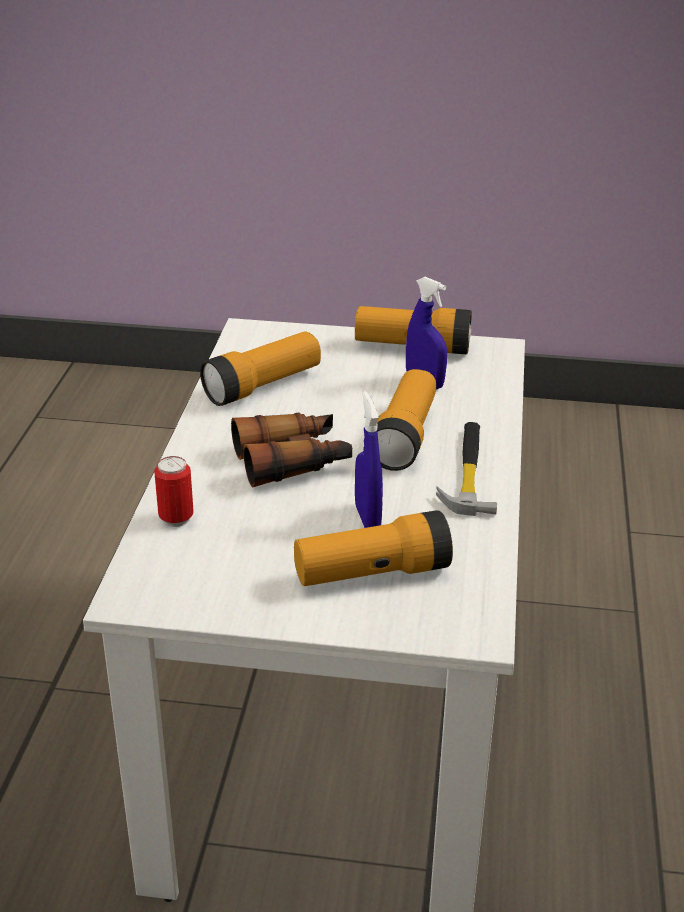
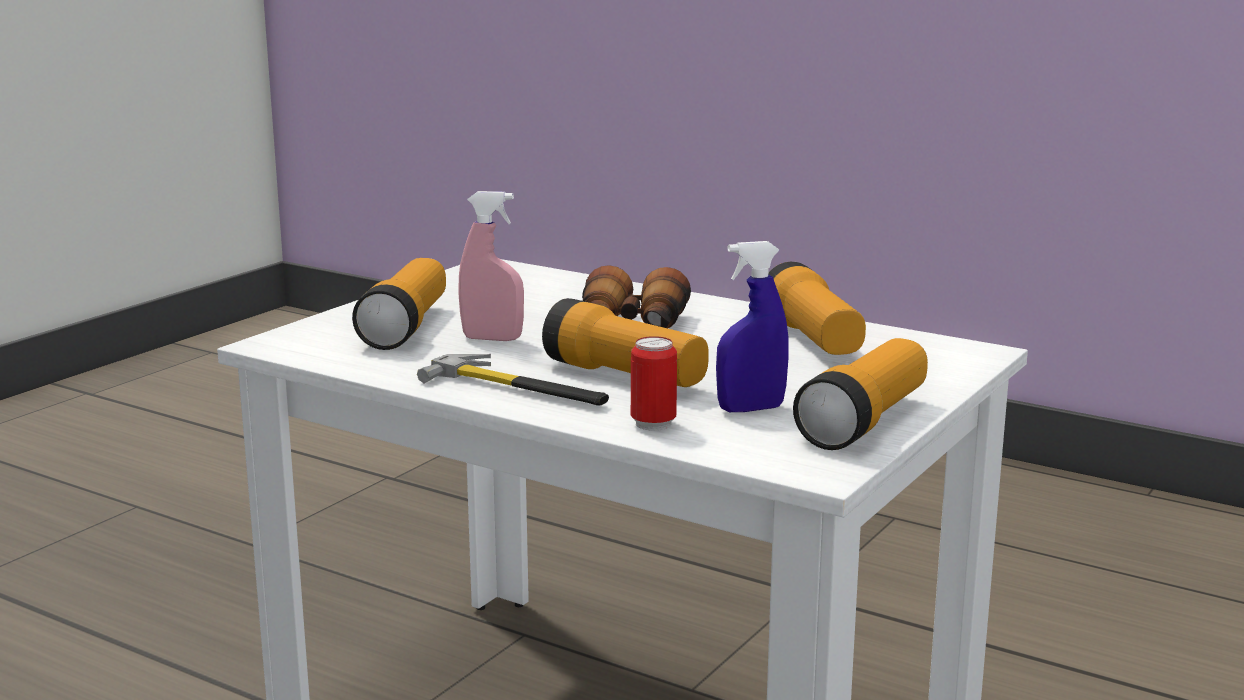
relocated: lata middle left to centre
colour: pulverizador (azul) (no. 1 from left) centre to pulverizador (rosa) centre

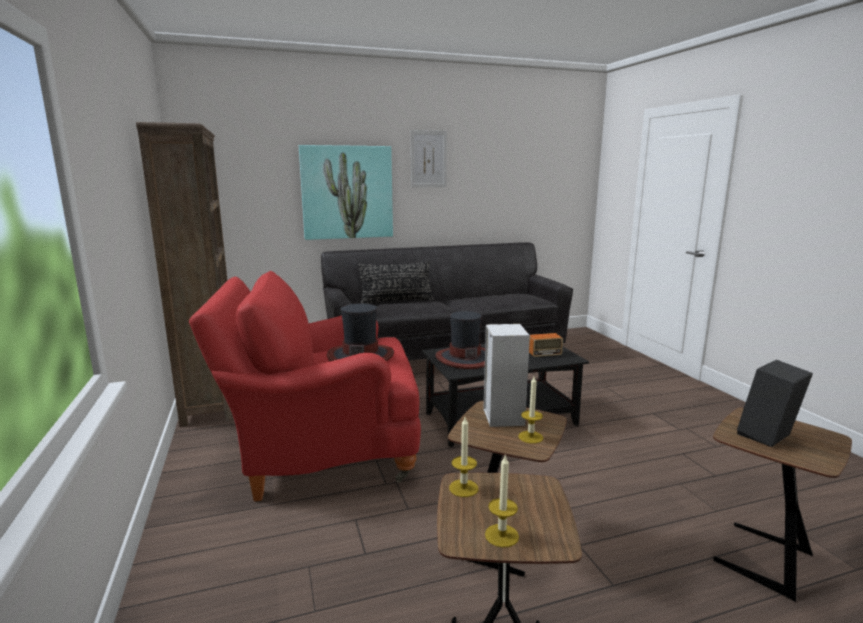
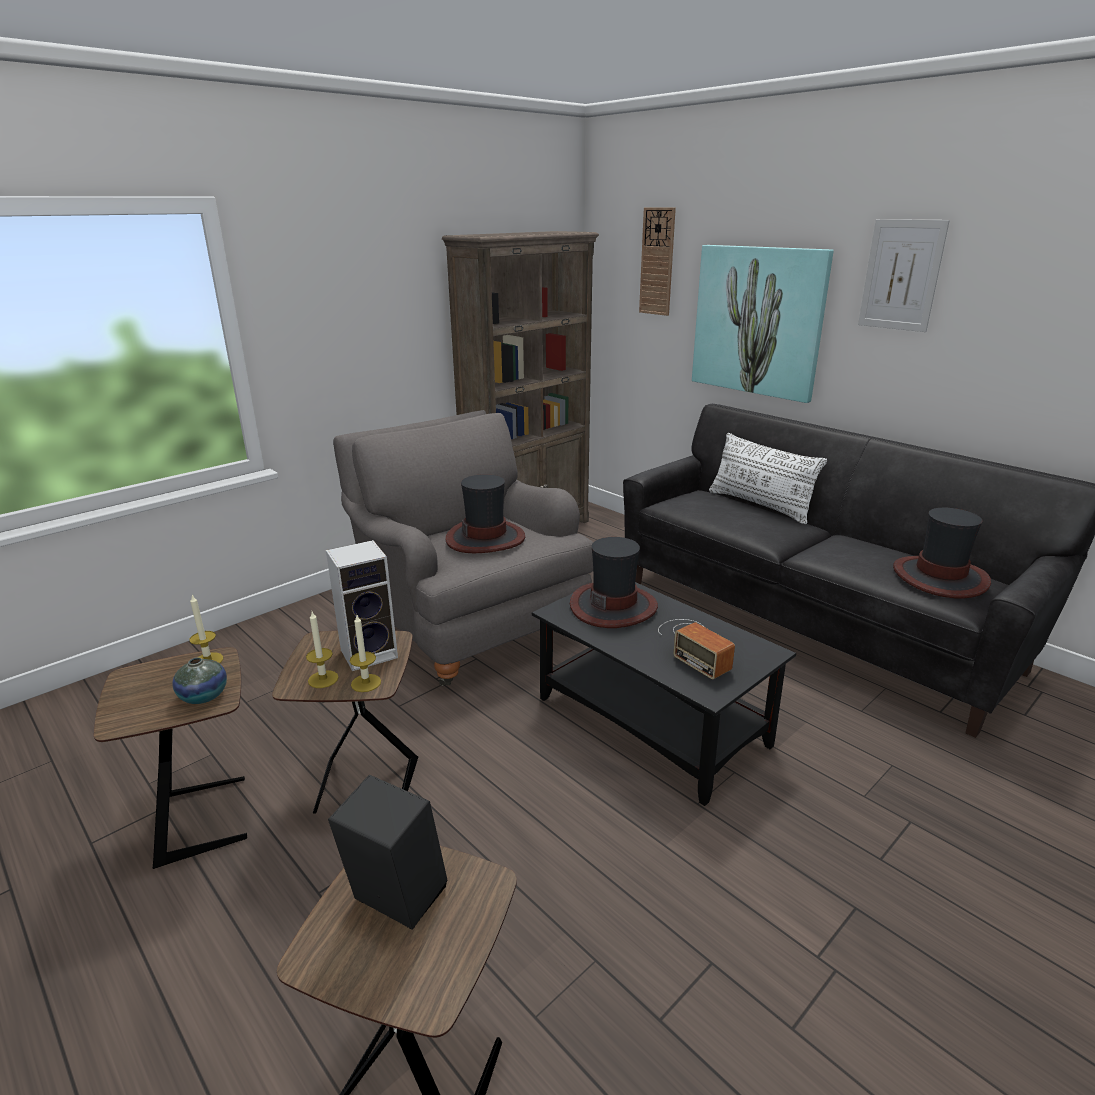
appeared: florero middle left; reloj de pared top centre; sombrero (no. 3 from left) middle right
relocated: vela (no. 2 from left in the first image) bottom centre to vela (no. 3 from left) centre
colour: sillón (rojo) centre to sillón (gris) centre; cojín (negro) centre to cojín (blanco) middle right

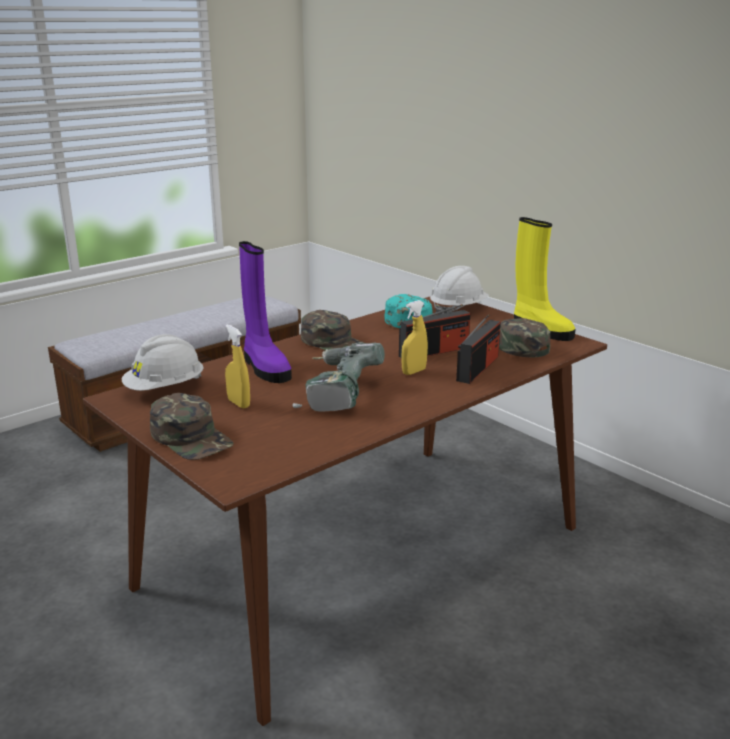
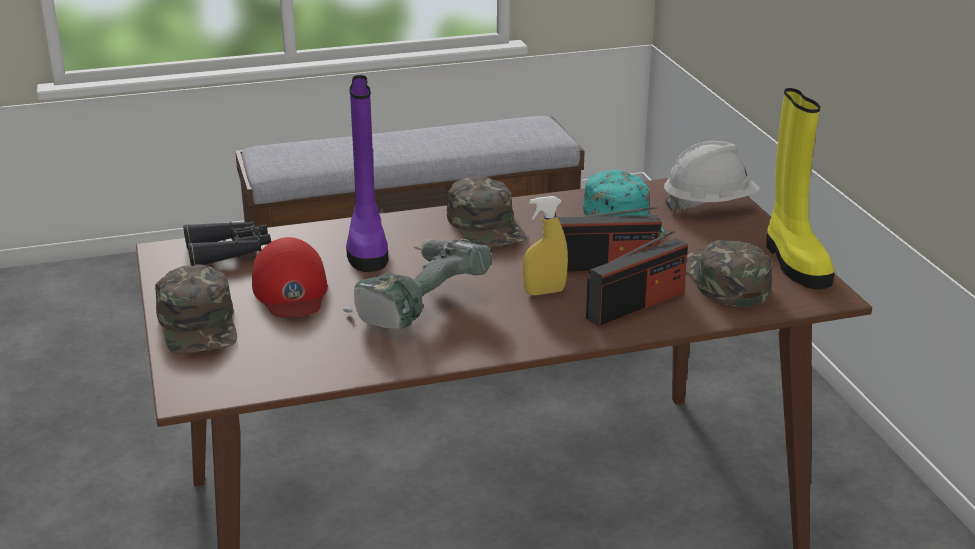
exchanged: casco (blanco) (no. 1 from left) middle left to prismáticos (negro) middle left; pulverizador (amarillo) (no. 1 from left) middle left to gorra (rojo) middle left

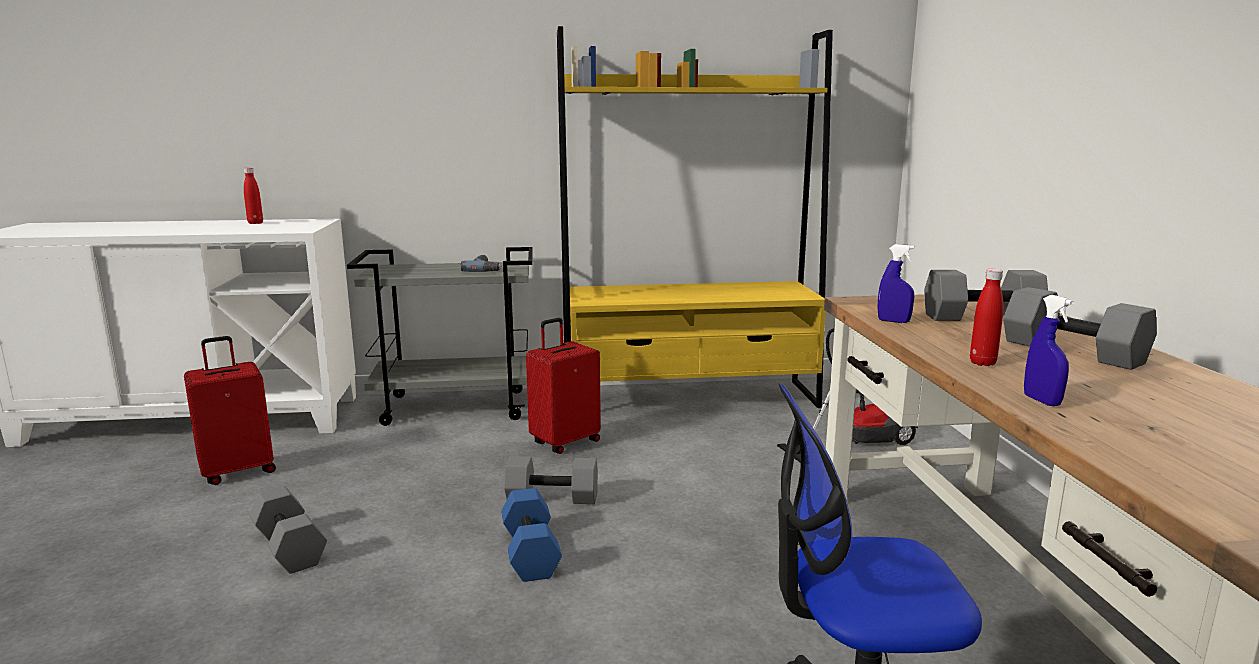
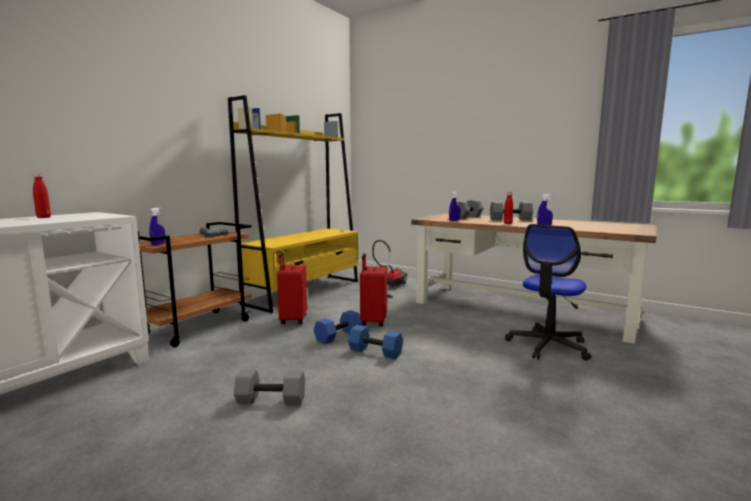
appeared: pulverizador (azul) (no. 1 from left) middle left
relocated: maleta (rojo) (no. 1 from left in the first image) middle left to maleta (rojo) (no. 2 from left) centre
colour: carrito (gris) centre to carrito (marrón) middle left; mancuerna (gris) (no. 2 from left) bottom centre to mancuerna (azul) (no. 1 from left) centre

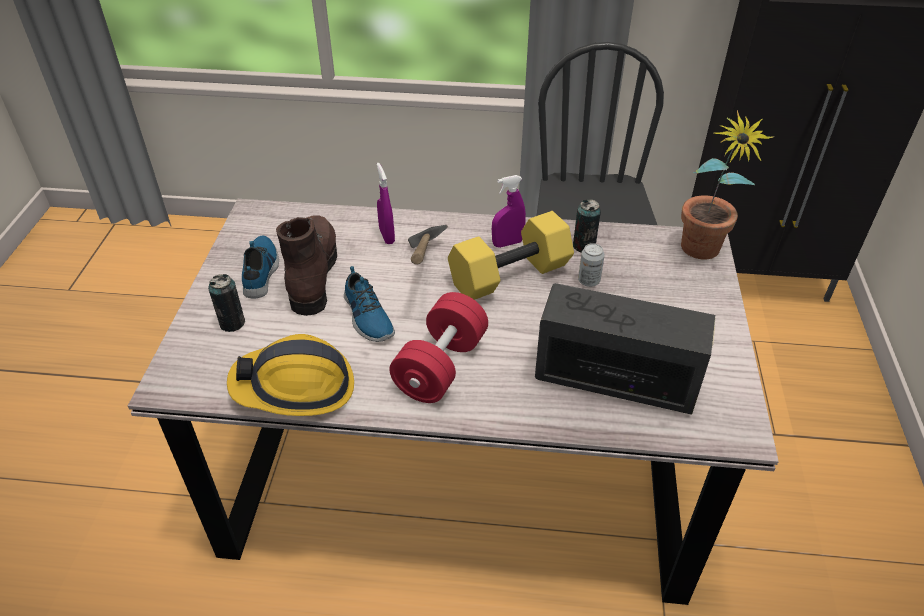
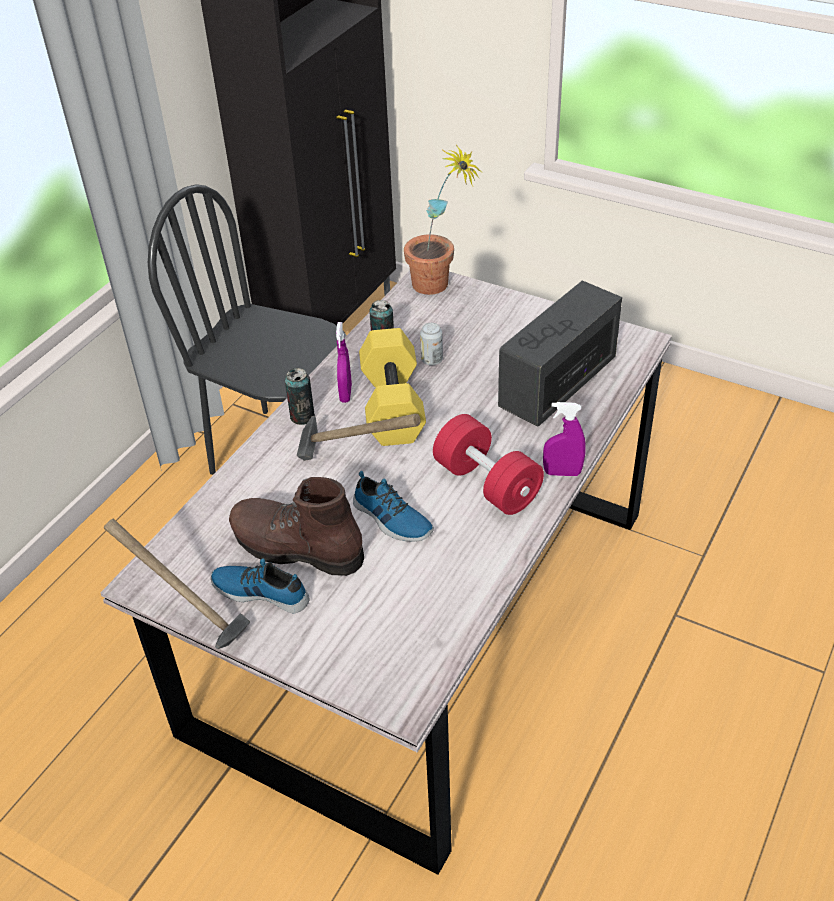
missing: casco middle left
appeared: martillo (no. 1 from left) middle left
relocated: lata (no. 1 from left) middle left to centre; pulverizador (morado) (no. 1 from left in the first image) top centre to pulverizador (morado) (no. 2 from left) middle right
spun: zapato (no. 2 from left) centre = centre 45 degrees clockwise

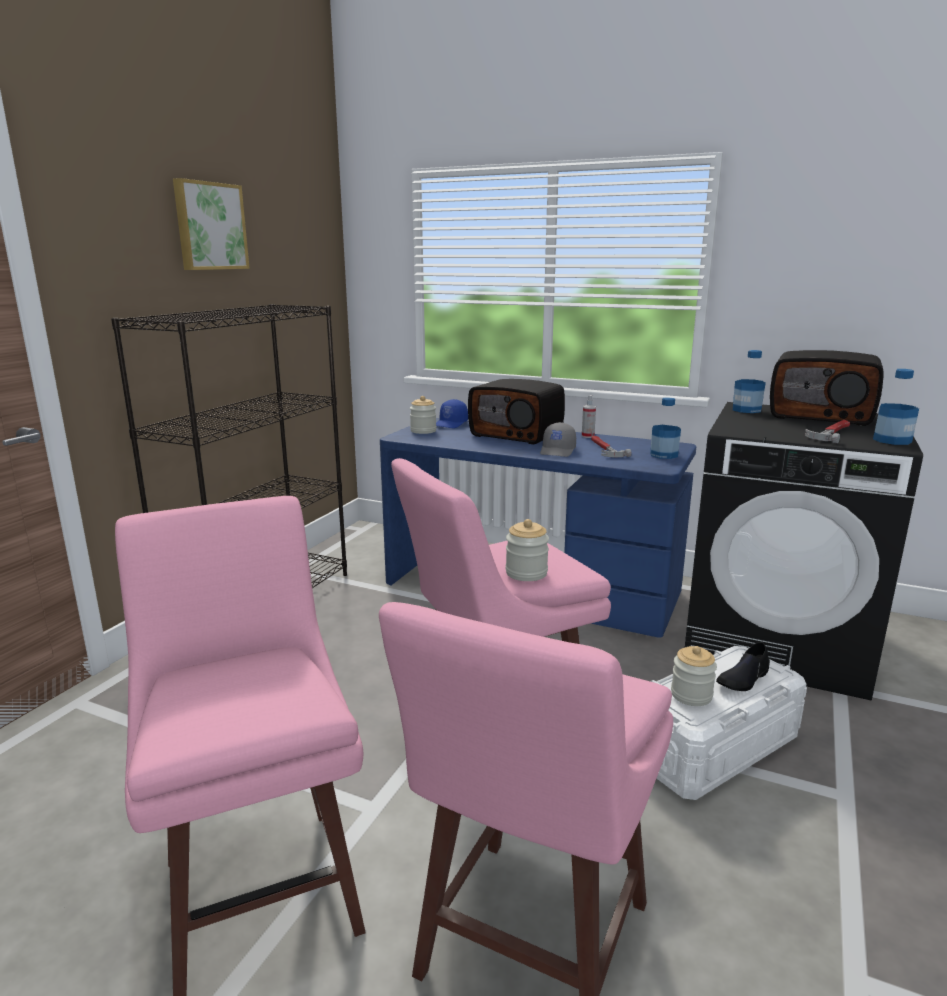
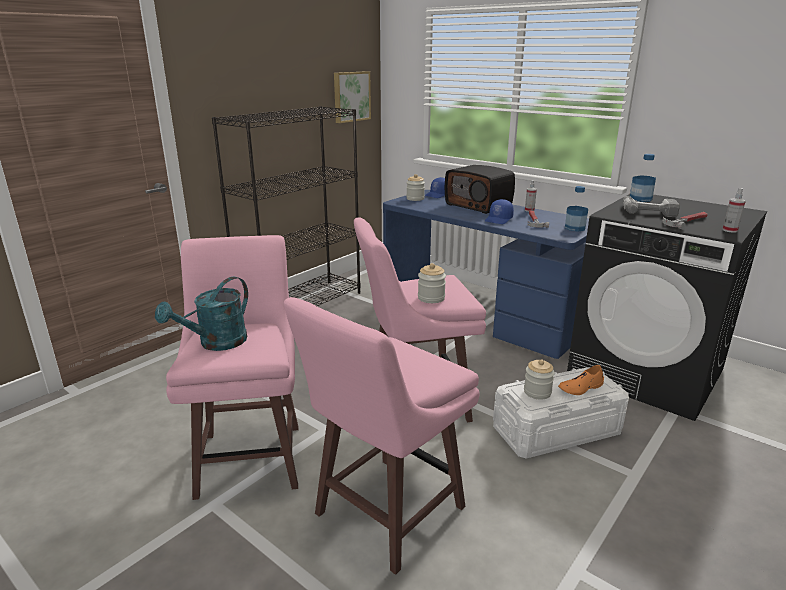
missing: radio (no. 2 from left) middle right
appeared: regadera (turquesa) middle left; taladro middle right
relocated: cuadro top left to top centre
exchanged: botella (no. 3 from left) middle right to pulverizador (no. 2 from left) middle right
colour: gorra (gris) centre to gorra (azul) (no. 2 from left) centre; zapato (negro) bottom right to zapato (naranja) middle right

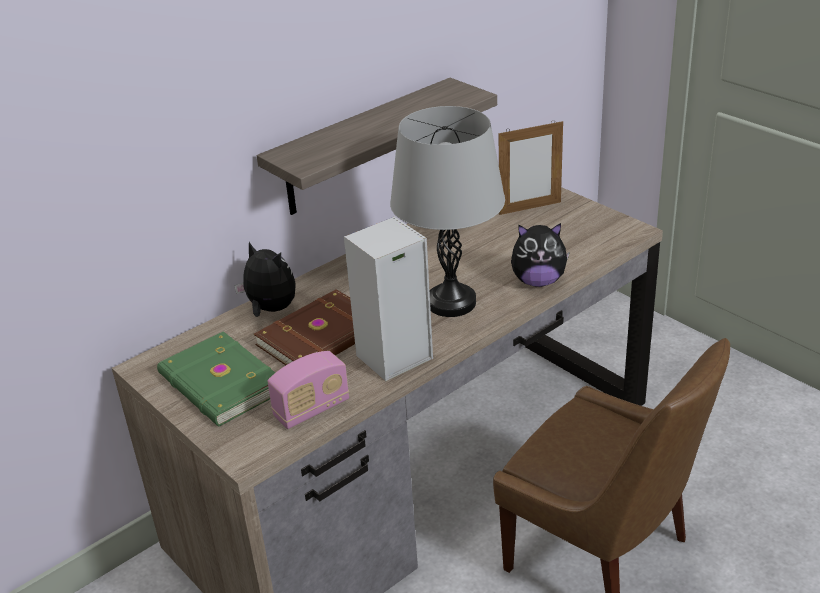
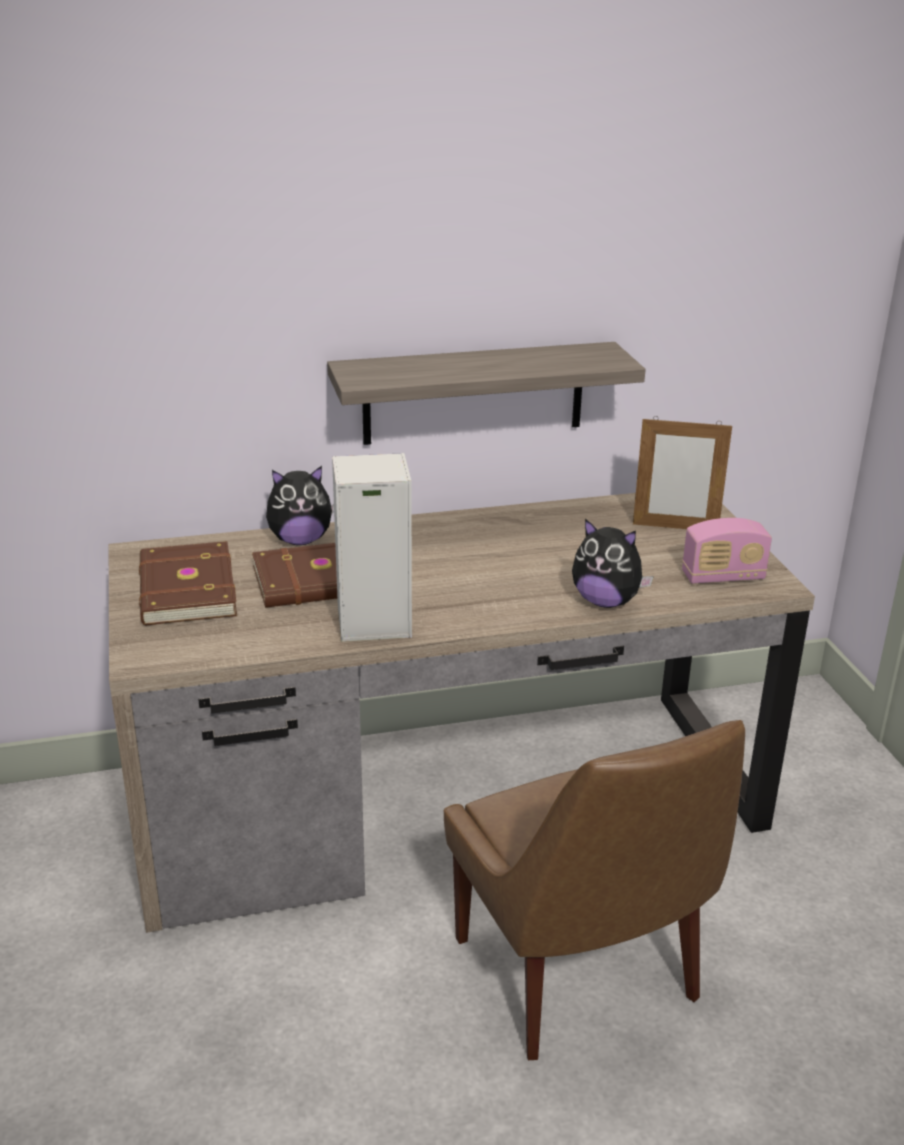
missing: lámpara de mesa (gris) centre
relocated: radio centre to middle right
colour: libro (verde) middle left to libro (marrón) (no. 1 from left) middle left
spun: peluche (no. 1 from left) middle left = middle left 105 degrees clockwise

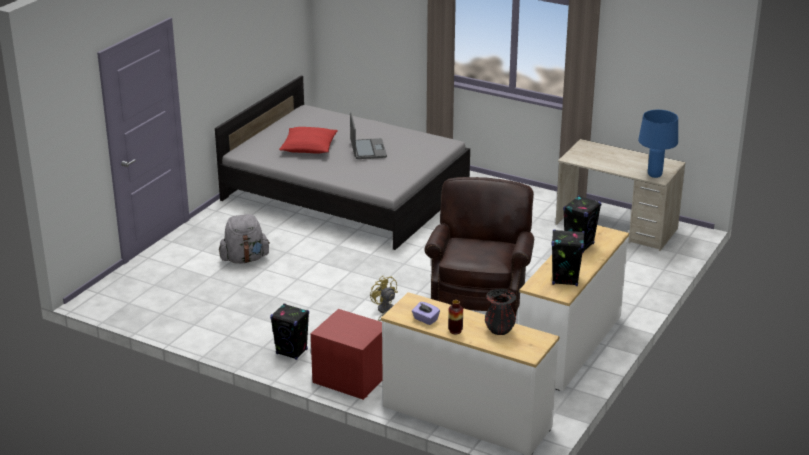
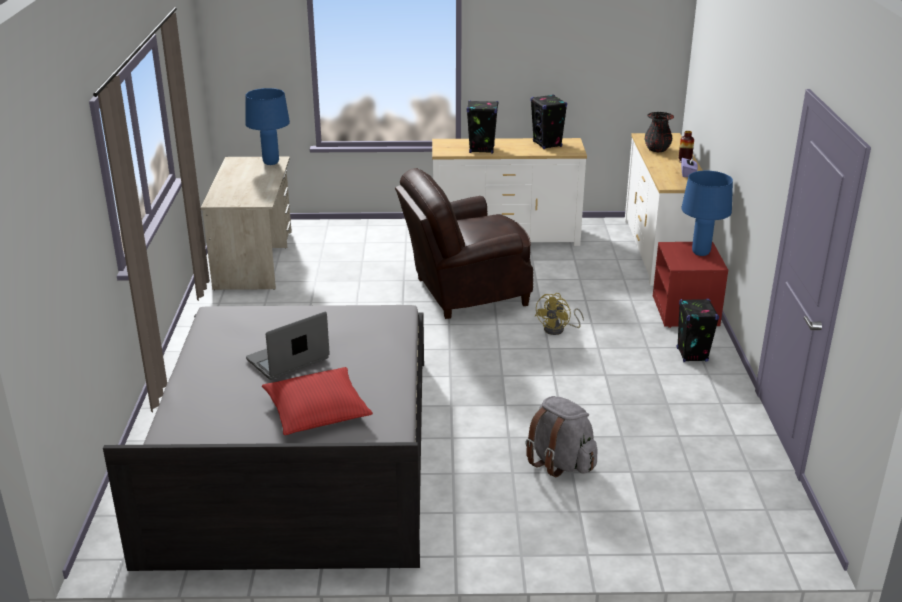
appeared: lámpara de mesa (azul) (no. 2 from left) middle right

